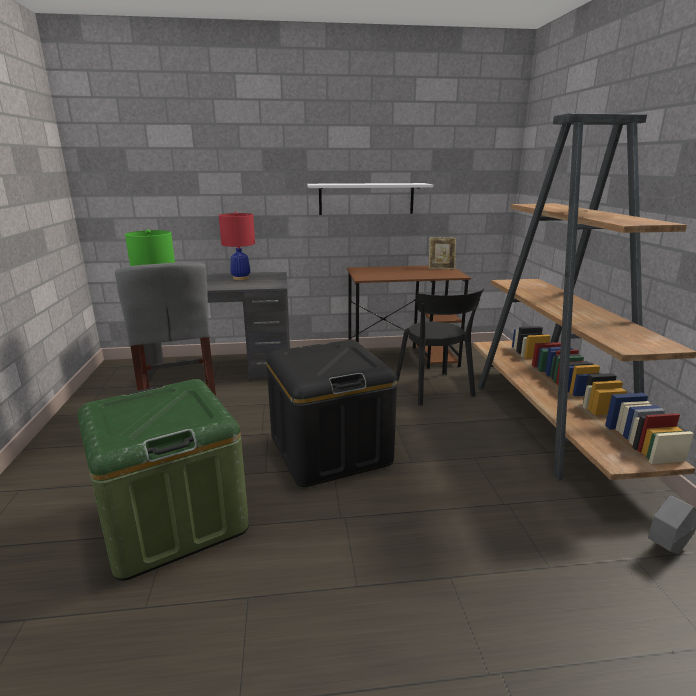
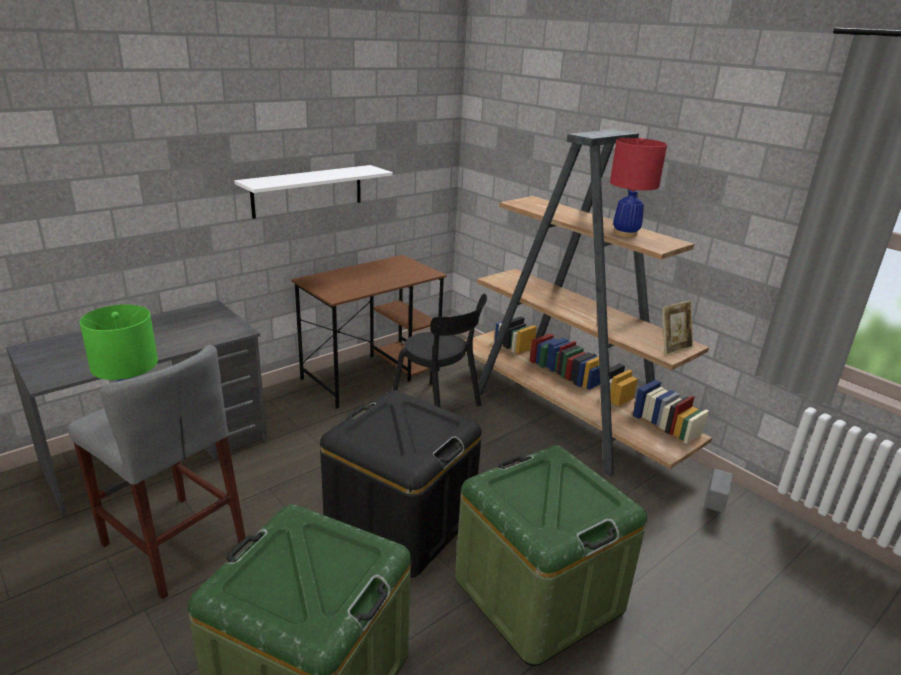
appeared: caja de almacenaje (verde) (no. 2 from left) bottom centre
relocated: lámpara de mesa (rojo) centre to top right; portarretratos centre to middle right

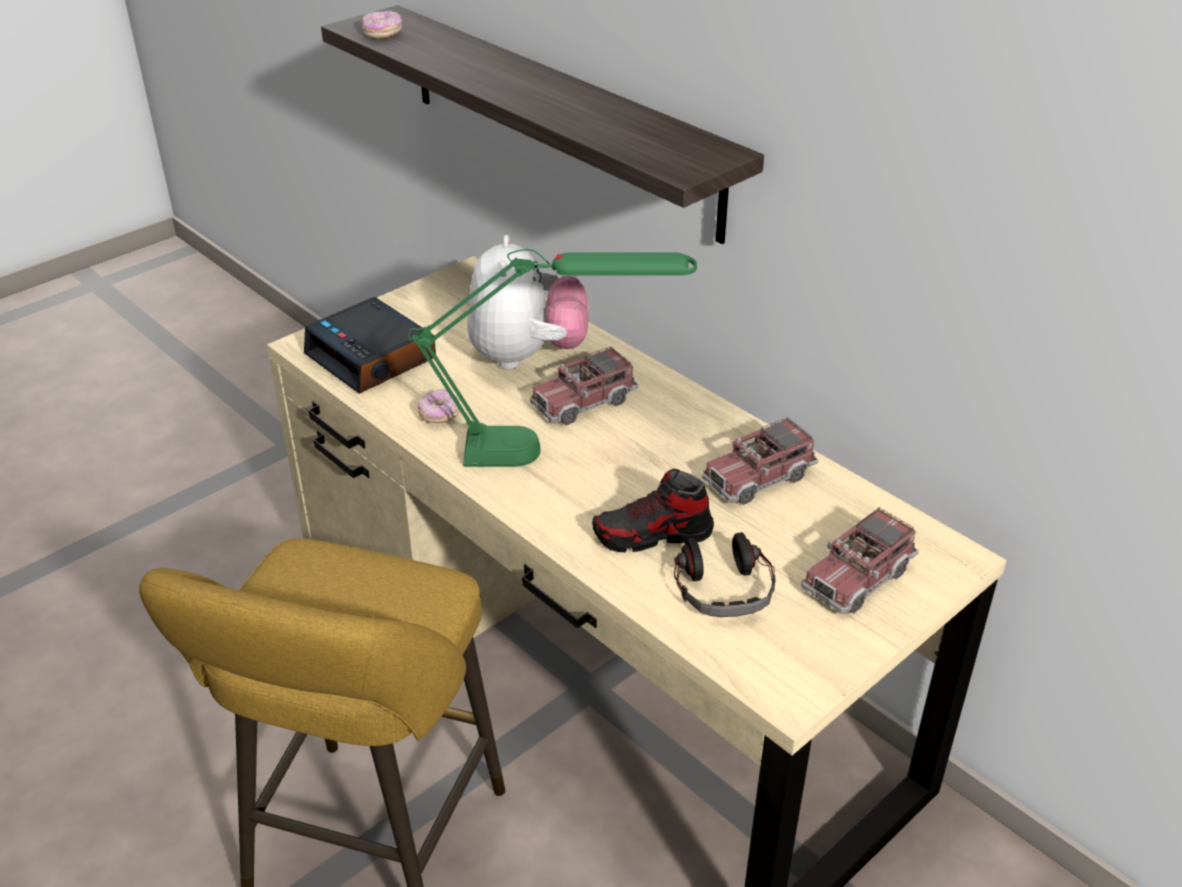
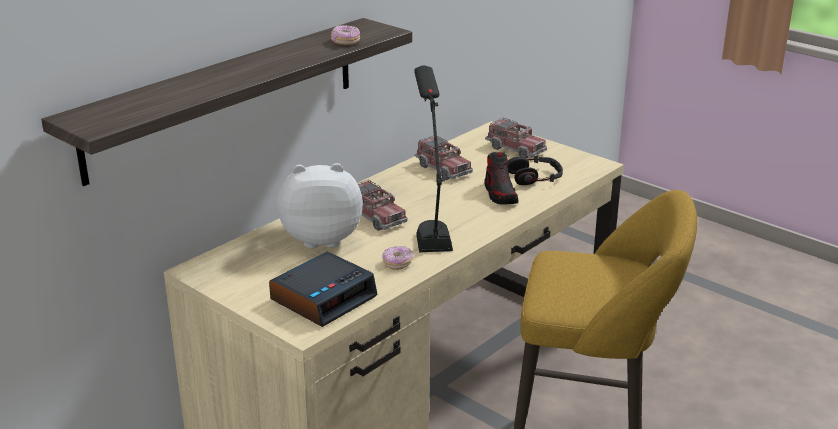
relocated: rosquilla (no. 1 from left) top left to top centre
colour: lámpara de mesa (verde) centre to lámpara de mesa (negro) centre

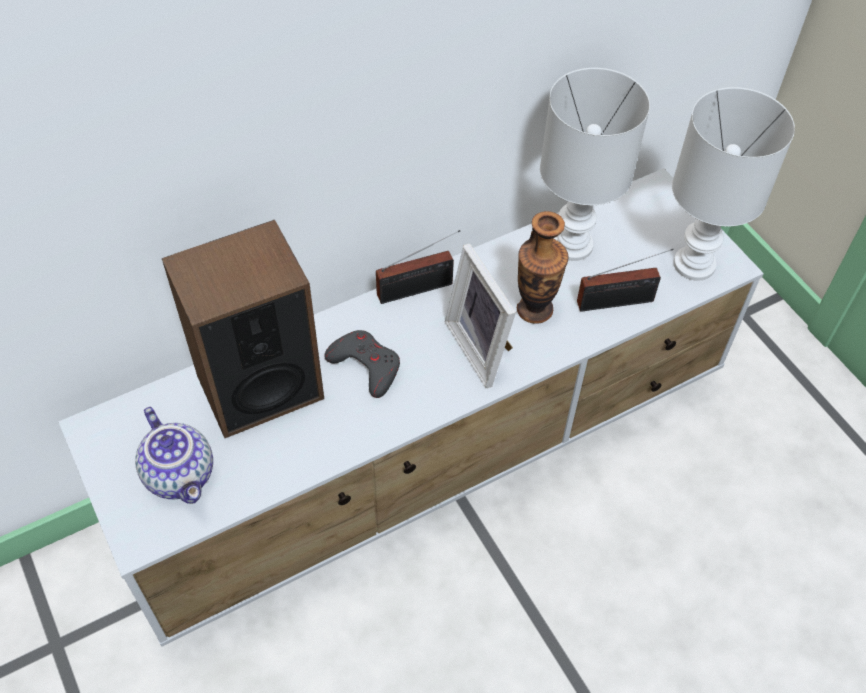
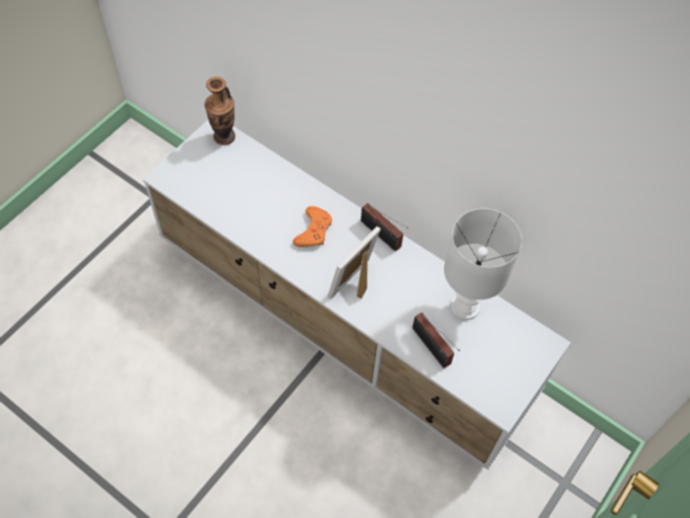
missing: tetera middle left; altavoz middle left; lámpara de mesa (blanco) (no. 2 from left) top right
relocated: florero centre to top left
colour: mando de consola (gris) centre to mando de consola (naranja) centre

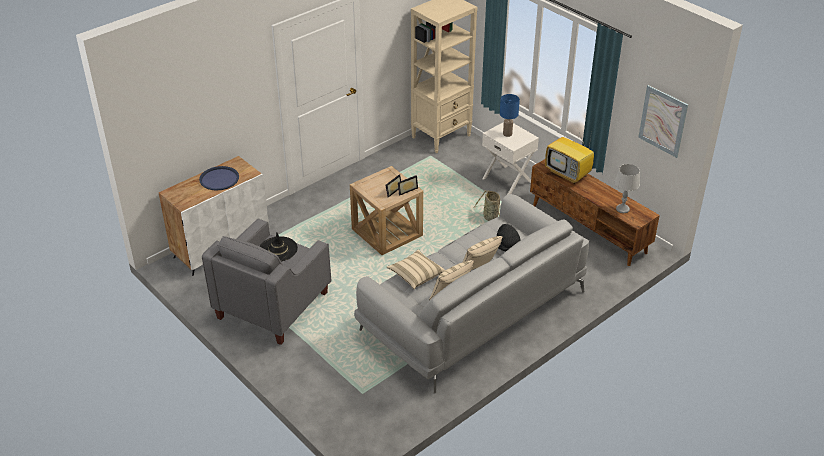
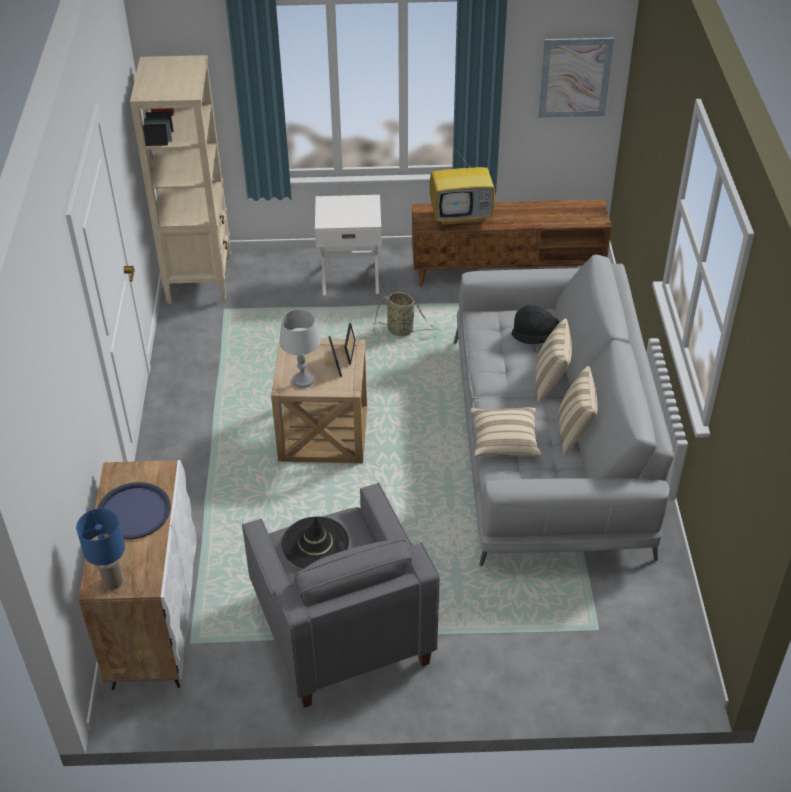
relocated: lámpara de mesa (azul) top centre to bottom left; lámpara de mesa (gris) middle right to centre

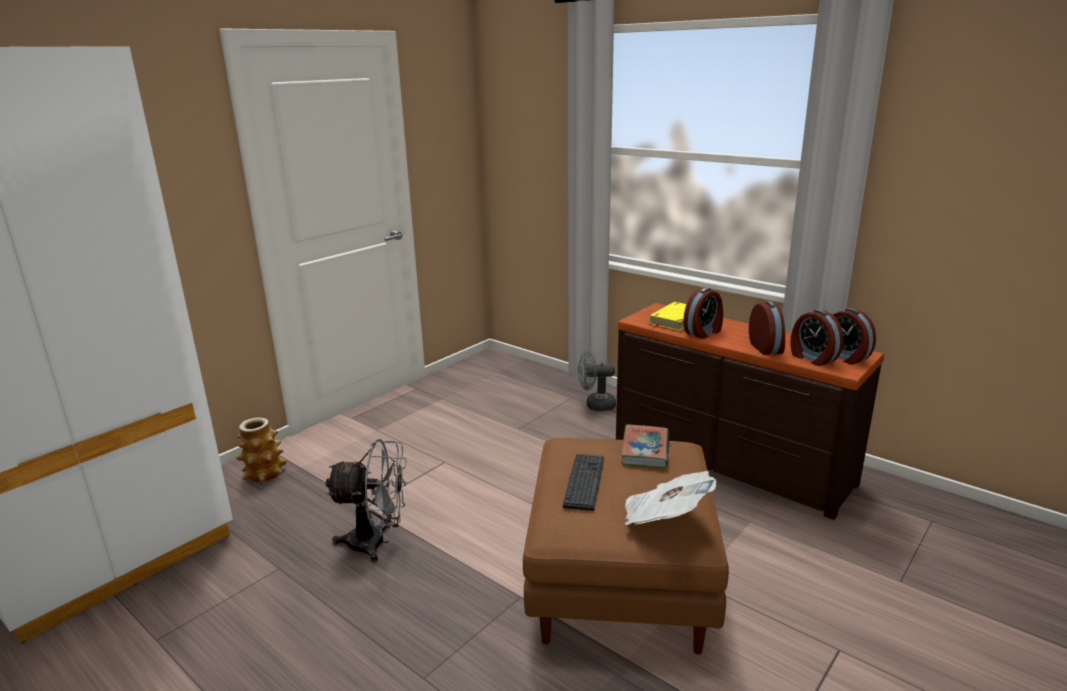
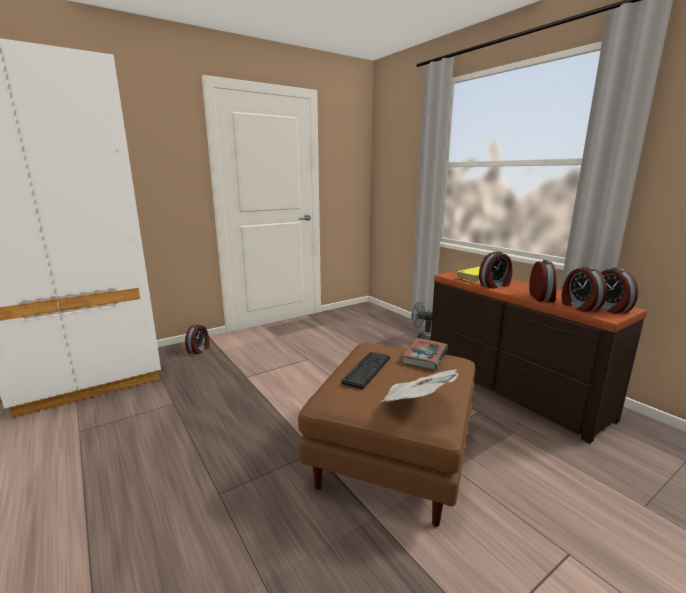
missing: ventilador (gris) (no. 1 from left) bottom centre
exchanged: florero middle left to despertador (no. 1 from left) middle left

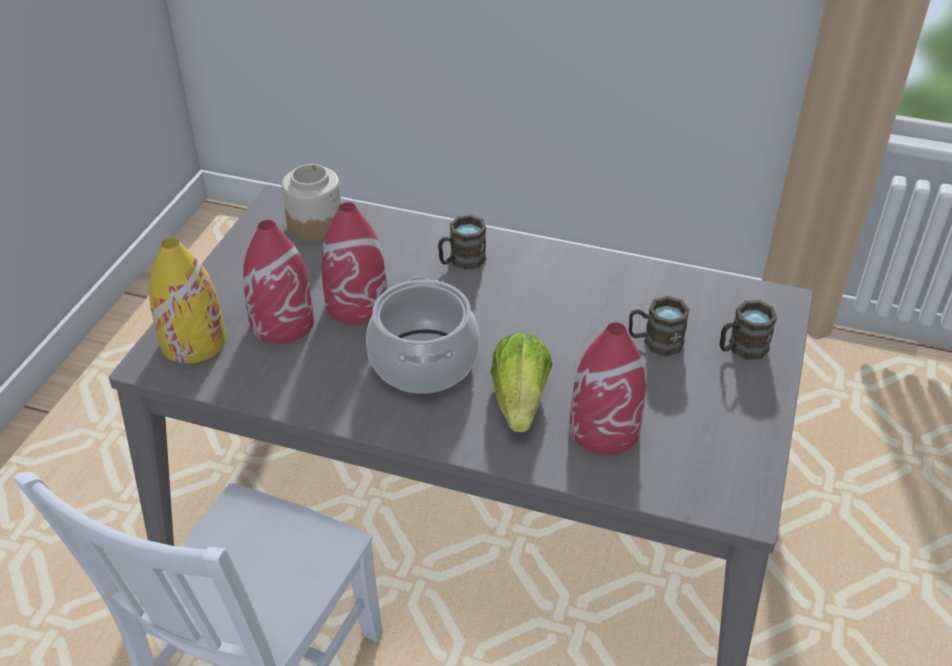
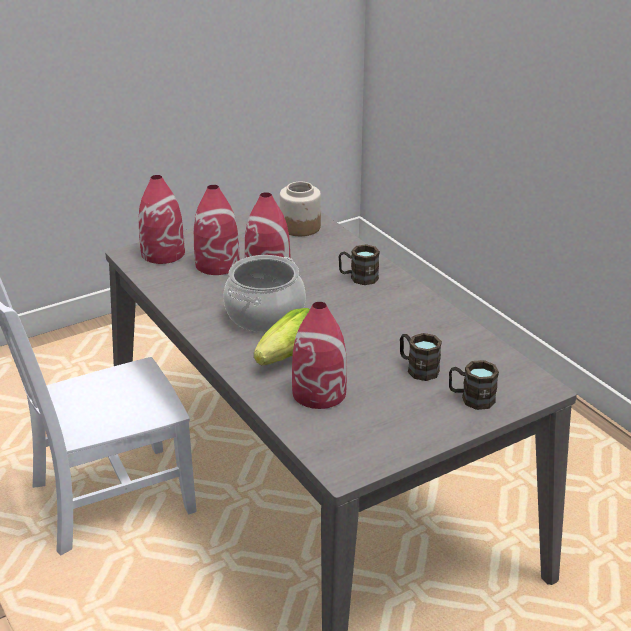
colour: florero (amarillo) middle left to florero (rojo) (no. 1 from left) middle left

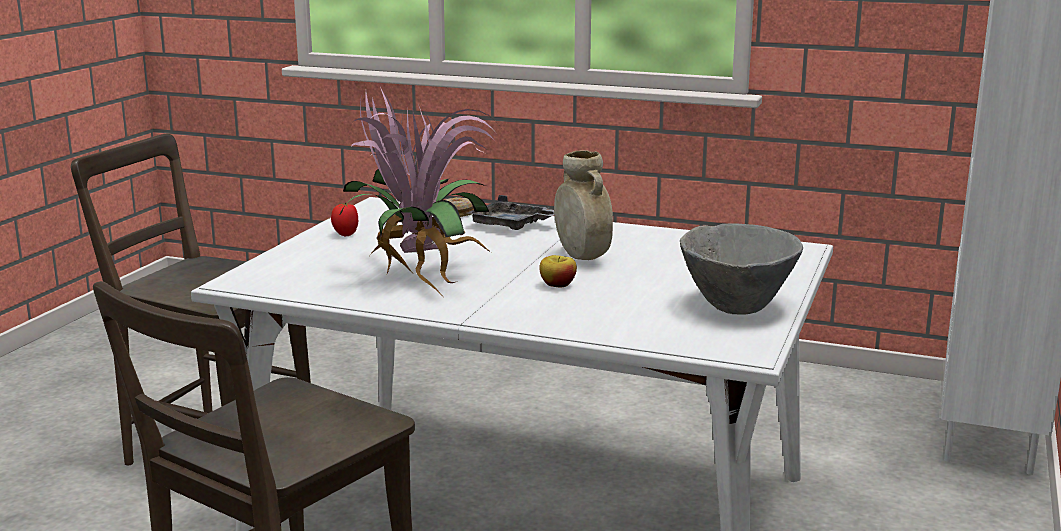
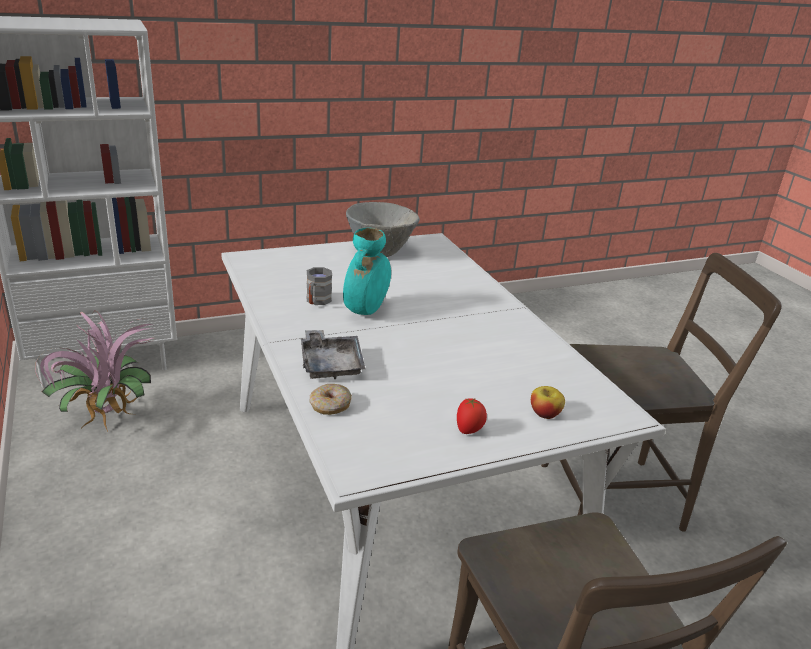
appeared: taza grande (gris) centre
relocated: planta en maceta centre to middle left; manzana centre to middle right
colour: florero (beis) centre to florero (turquesa) centre

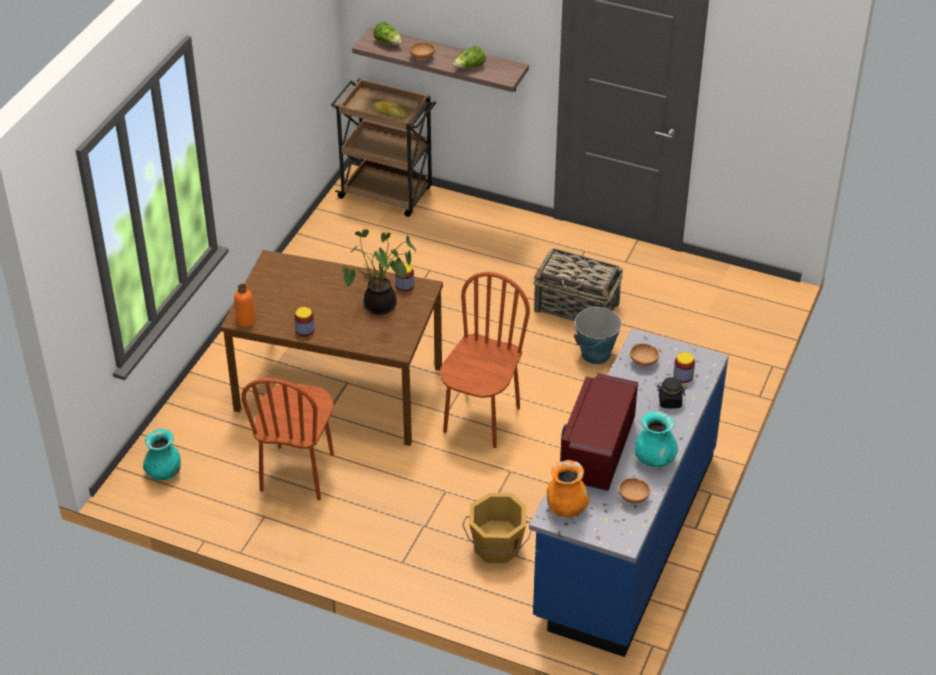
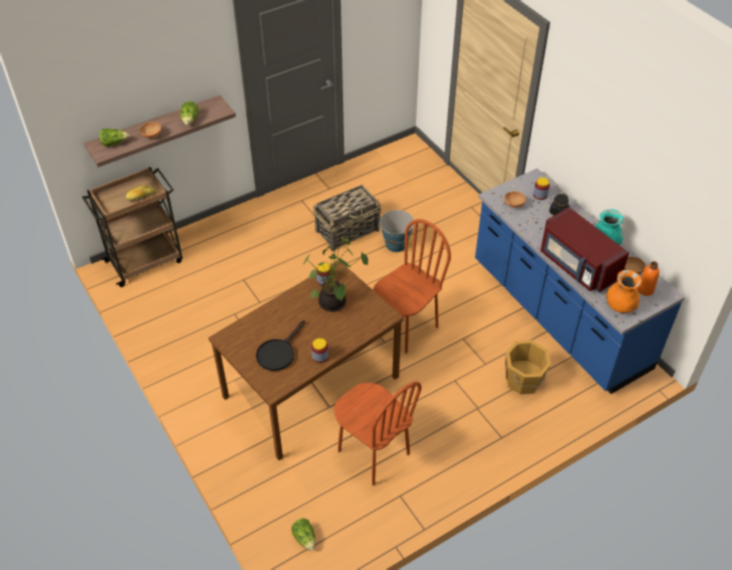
appeared: sartén (negro) centre
relocated: botella (naranja) middle left to middle right
exchanged: florero (turquesa) (no. 1 from left) bottom left to lechuga (no. 3 from left) bottom centre
spun: silla (marrón) (no. 2 from left) centre = centre 75 degrees clockwise

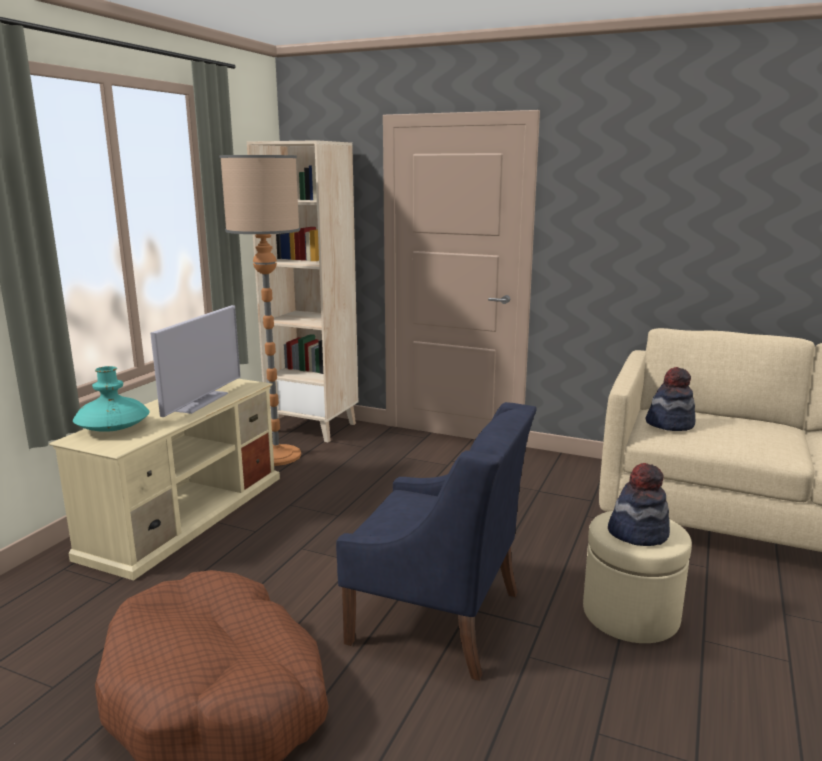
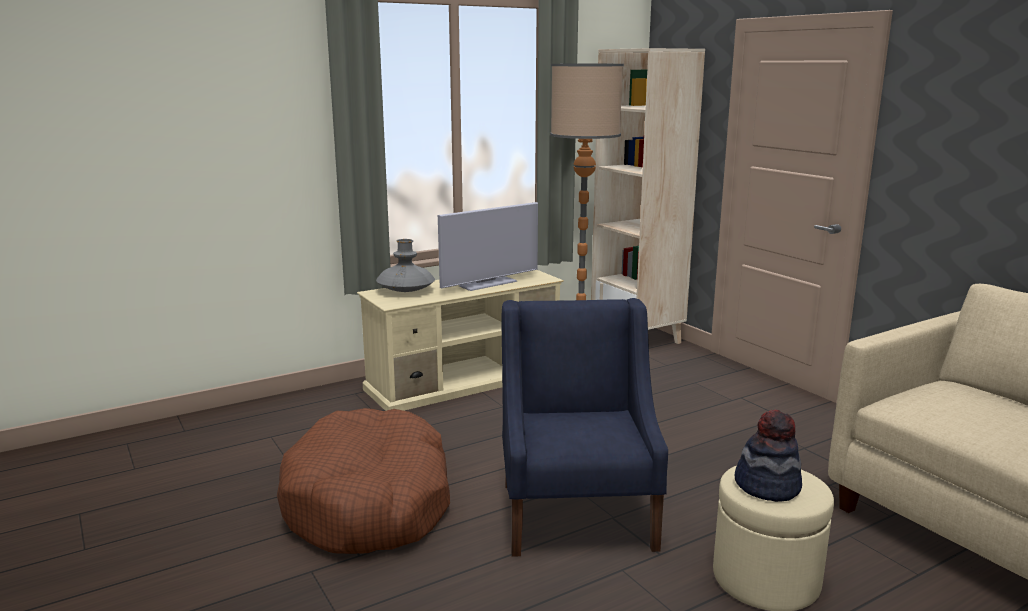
missing: sombrero (no. 2 from left) middle right
colour: florero (turquesa) middle left to florero (gris) centre
spun: sillón (azul) bottom centre = bottom centre 150 degrees counterclockwise

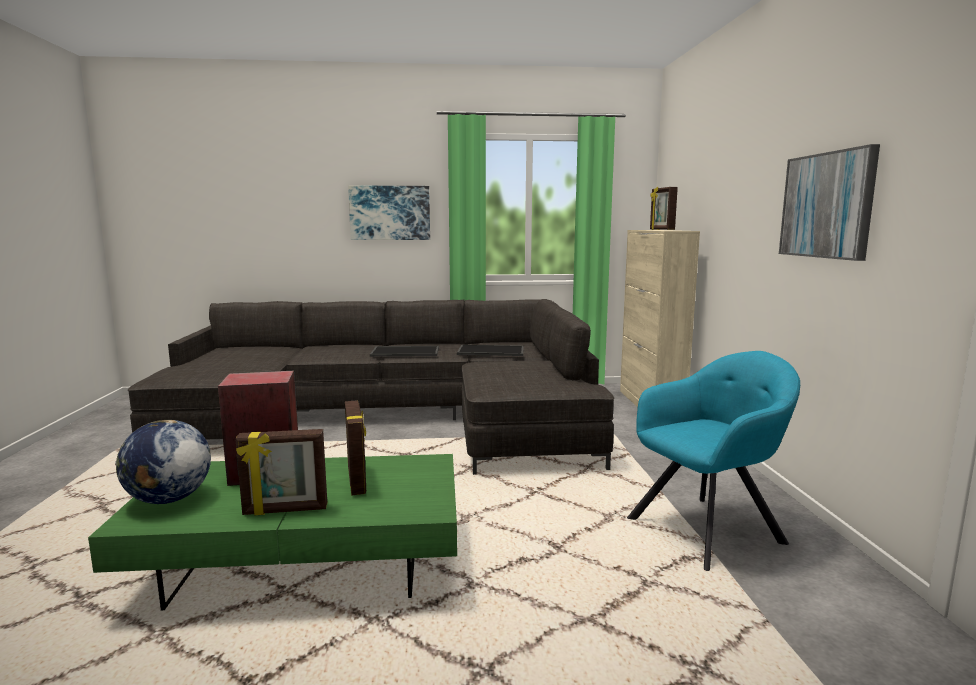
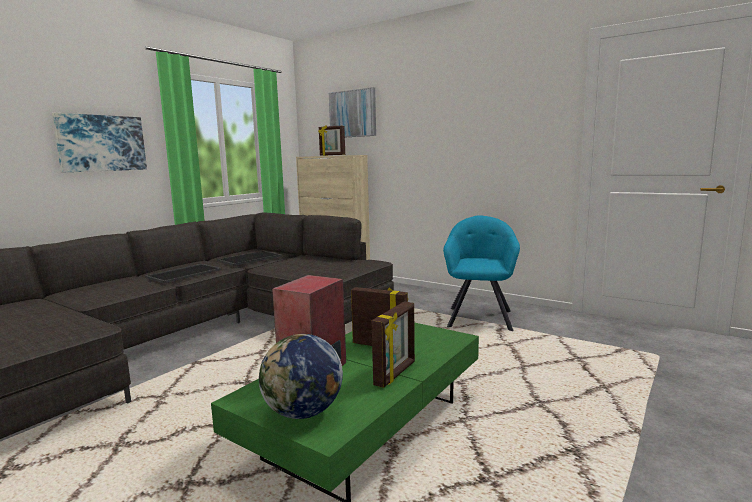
relocated: cuadro (no. 2 from left) top right to top centre

